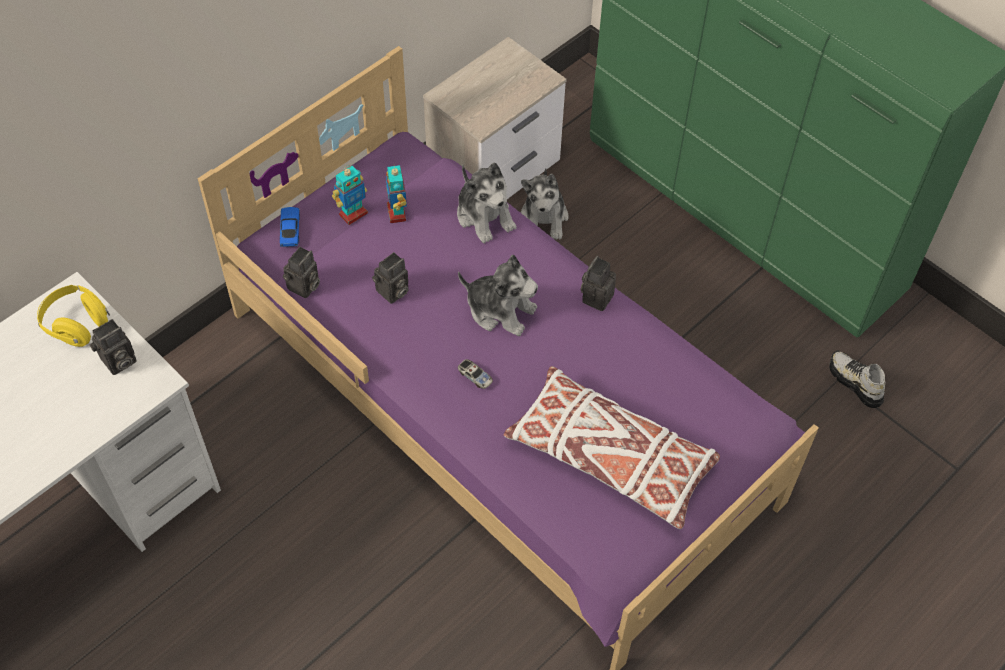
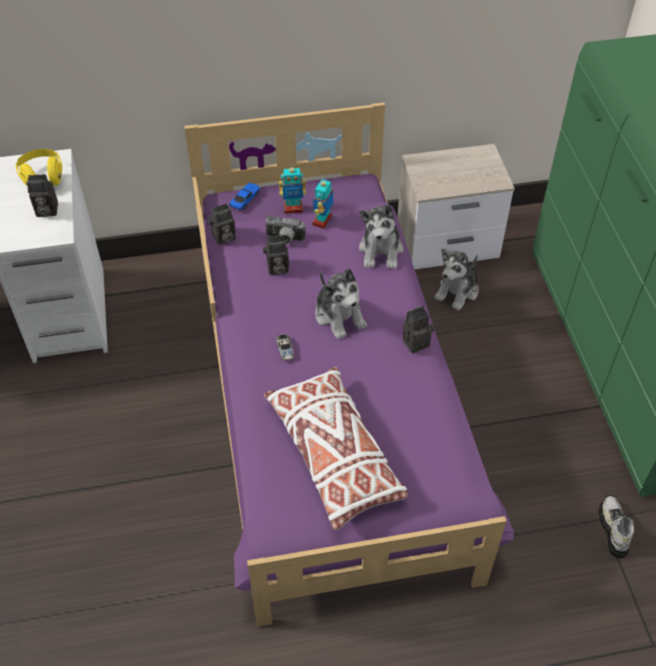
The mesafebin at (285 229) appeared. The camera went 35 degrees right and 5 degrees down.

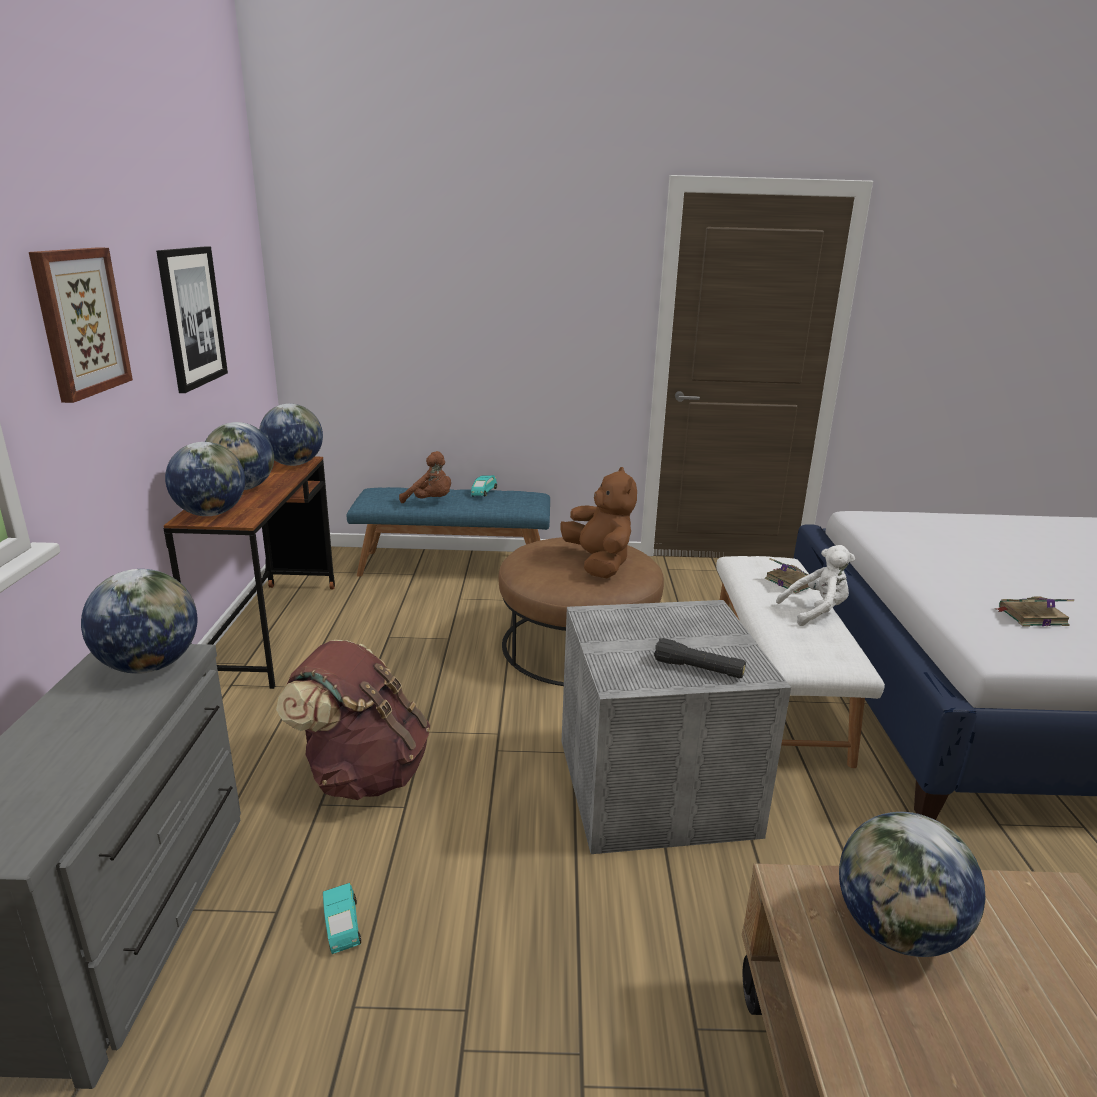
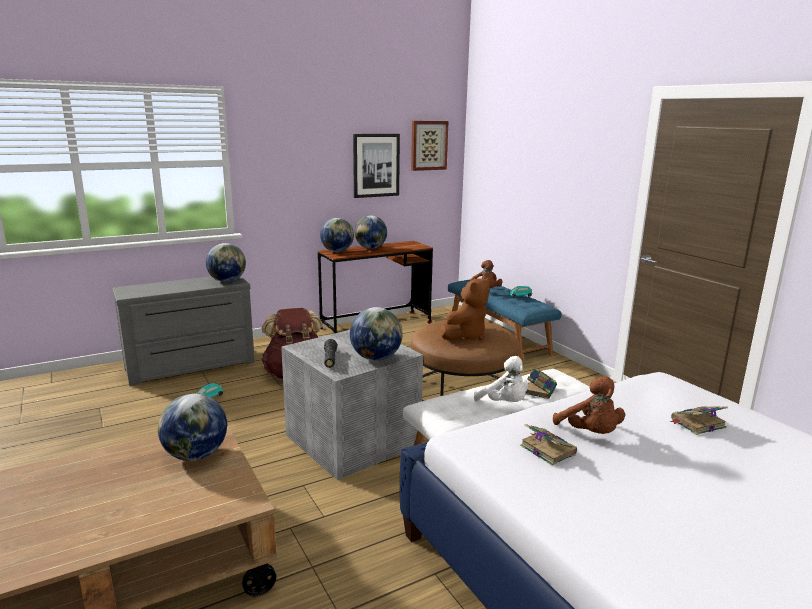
The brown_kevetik at (589 405) appeared. The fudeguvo at (699 420) appeared. The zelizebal moved from (81 325) to (429 146). The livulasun moved from (291 435) to (376 334). The camera went 60 degrees right and 5 degrees down.

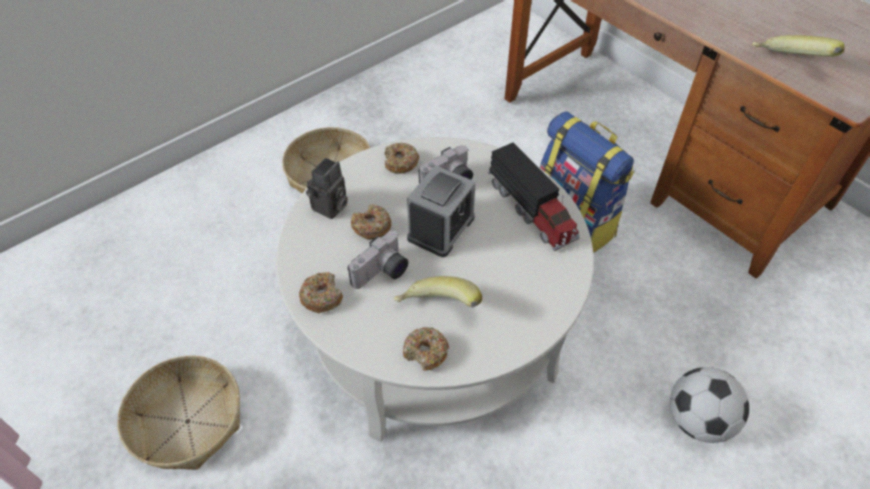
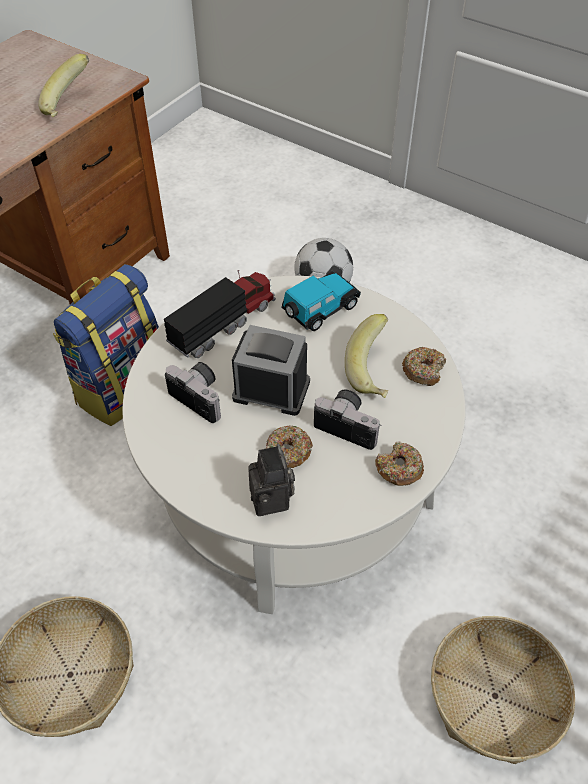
The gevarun at (402 158) disappeared. The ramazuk at (321 301) appeared. The mesafebin at (327 188) turned 60 degrees clockwise. The camera went 105 degrees left and 0 degrees up.

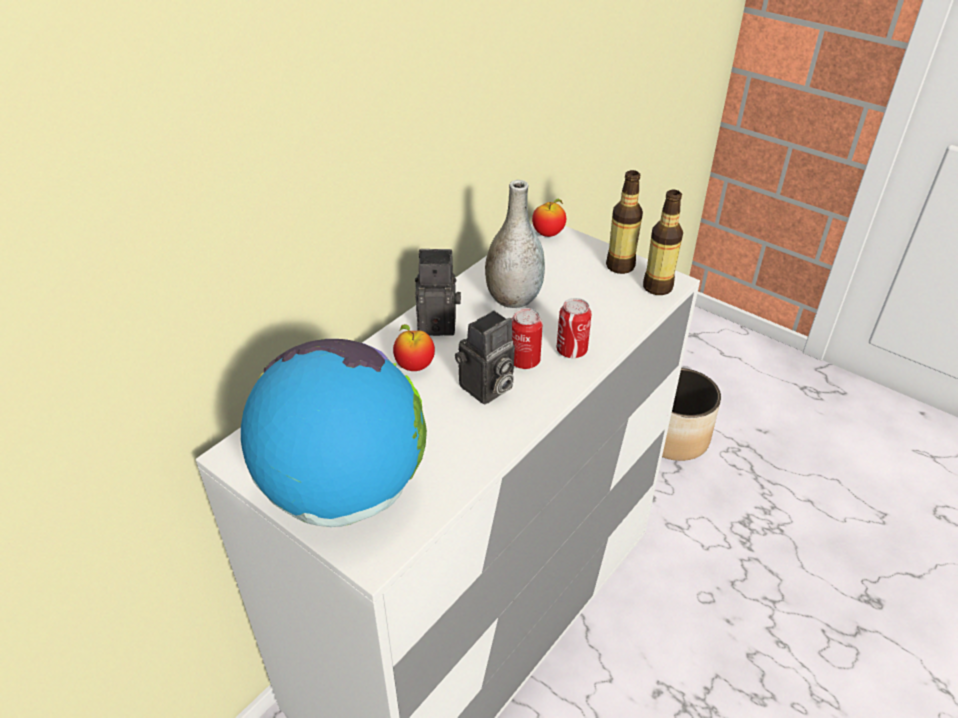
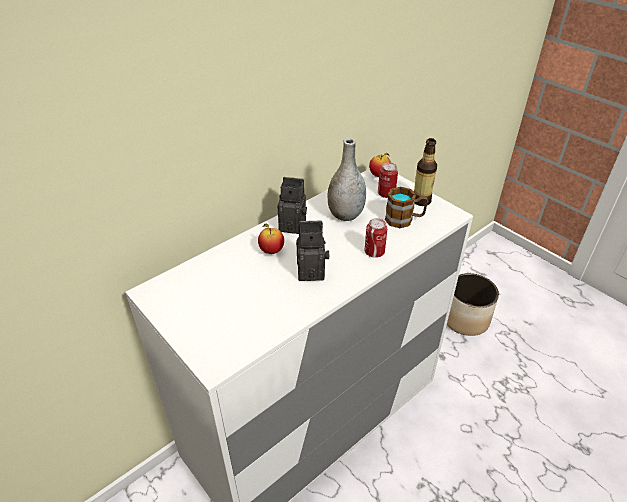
The livulasun at (333 433) disappeared. The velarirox at (663 242) disappeared. The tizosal at (406 207) appeared. The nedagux moved from (527 338) to (388 180). The mesafebin at (485 357) turned 150 degrees counterclockwise. The camera went 10 degrees right and 0 degrees up.

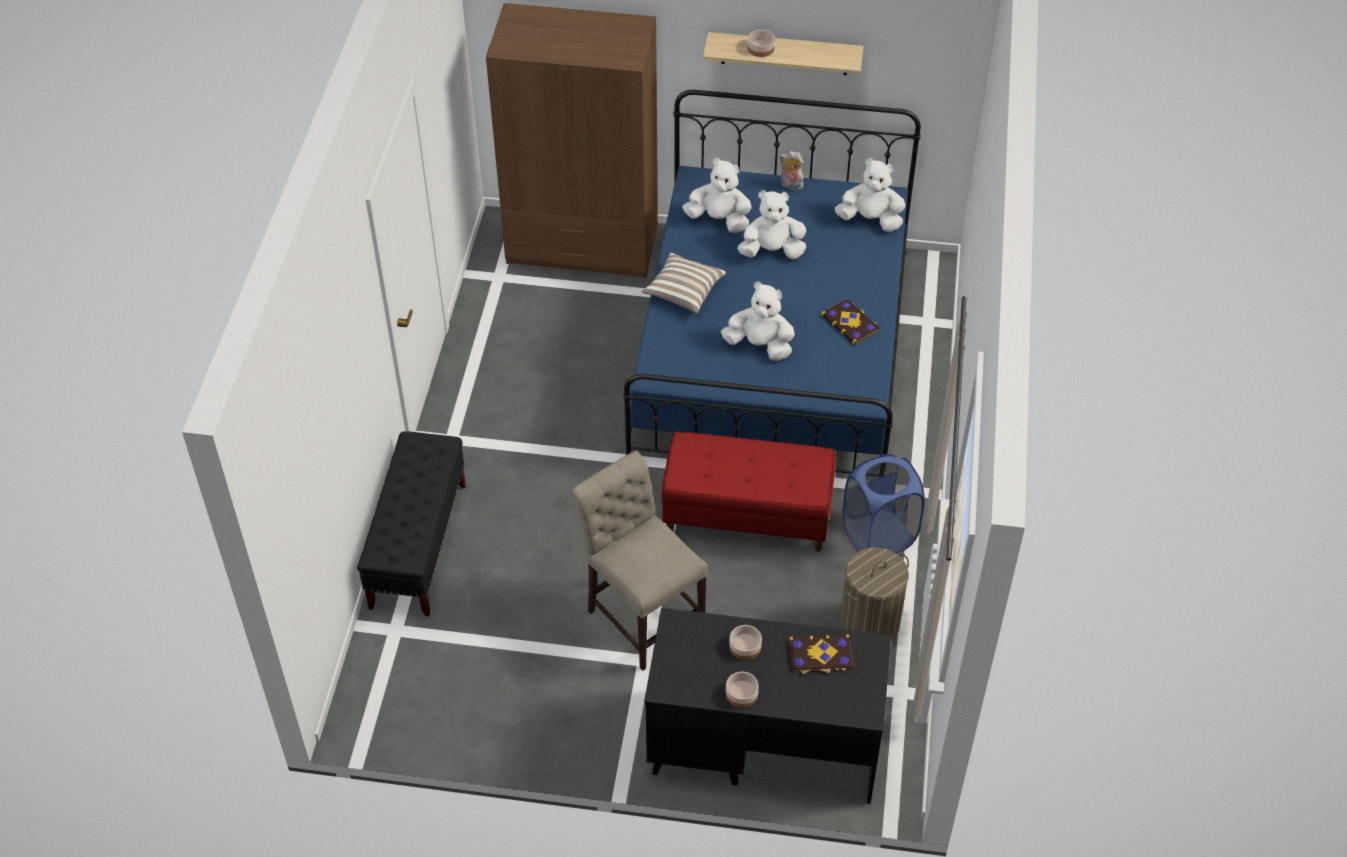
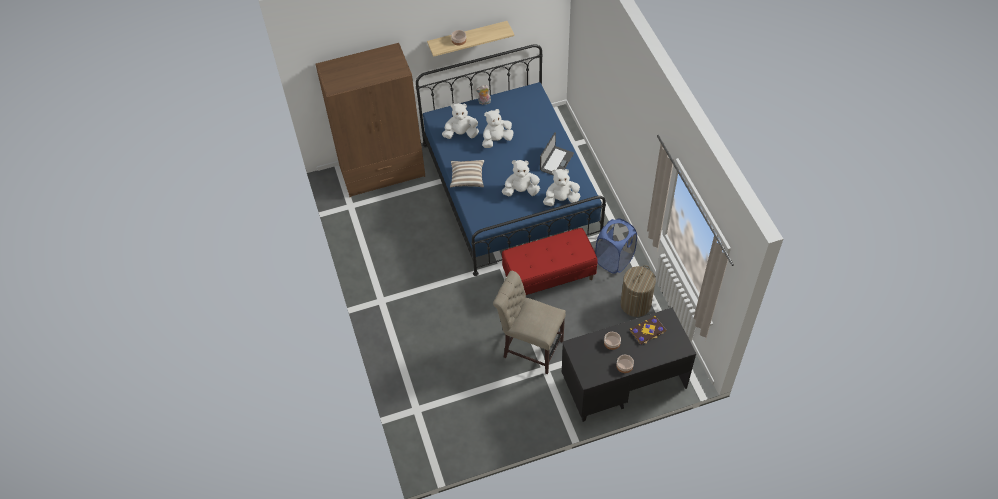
The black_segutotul at (411 523) disappeared. The white_kevetik moved from (870 195) to (561 187). The fudeguvo at (850 321) was replaced by the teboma at (557 154). The camera went 25 degrees left and 5 degrees up.

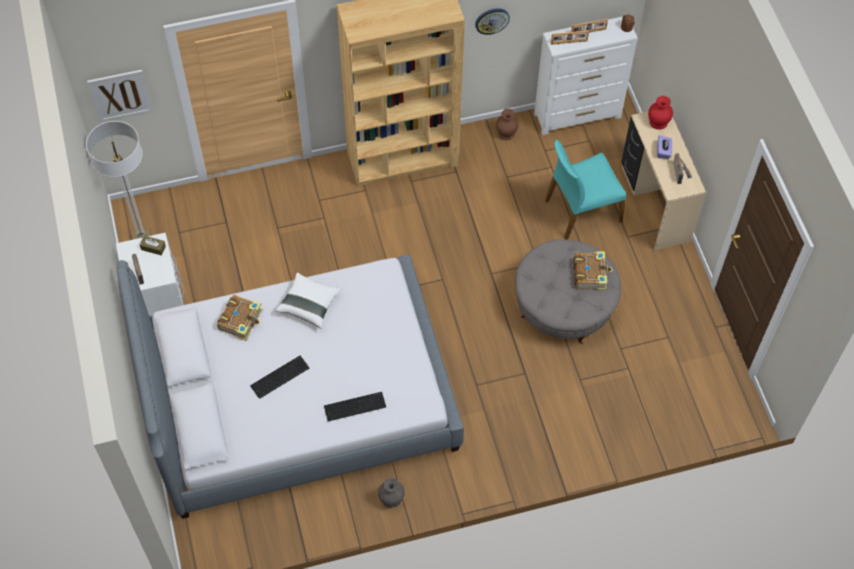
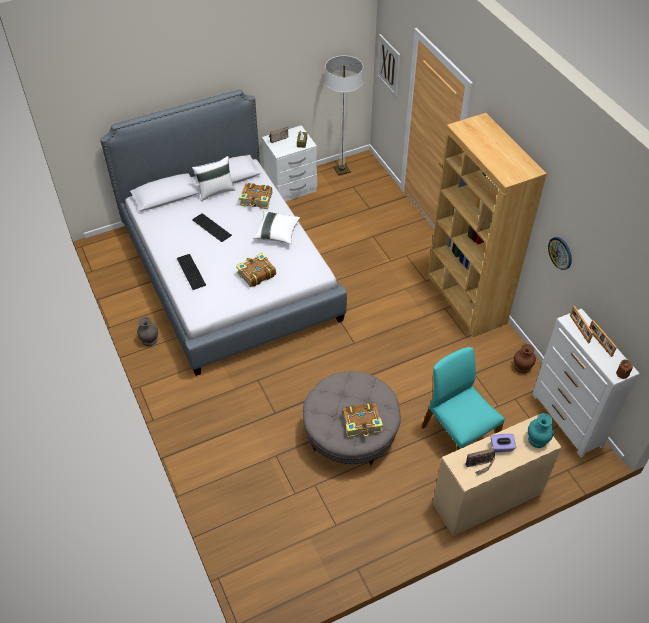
The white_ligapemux at (213 179) appeared. The fudeguvo at (256 270) appeared. The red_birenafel at (660 113) became the turquoise_birenafel at (541 430). The camera went 80 degrees right and 10 degrees down.

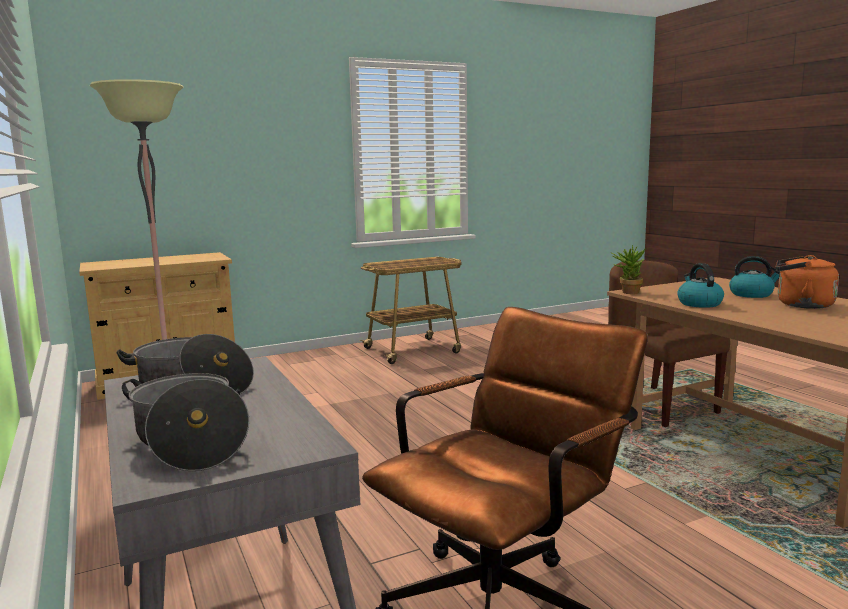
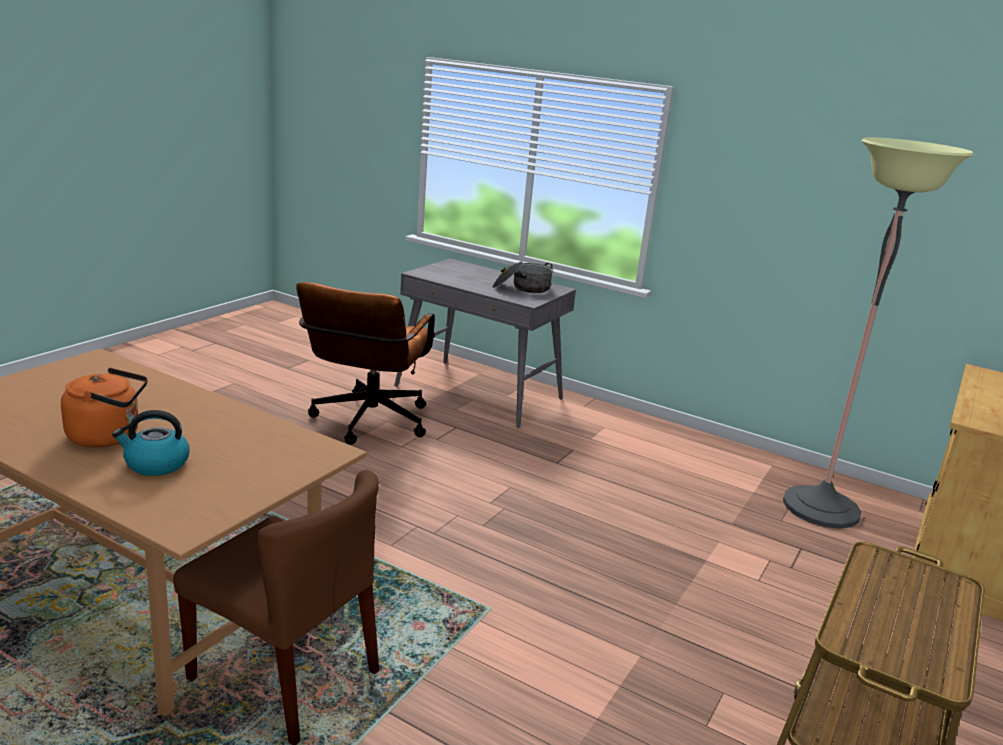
The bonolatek at (185 422) disappeared. The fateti at (629 269) disappeared. The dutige at (700 285) disappeared. The camera went 145 degrees right and 10 degrees up.

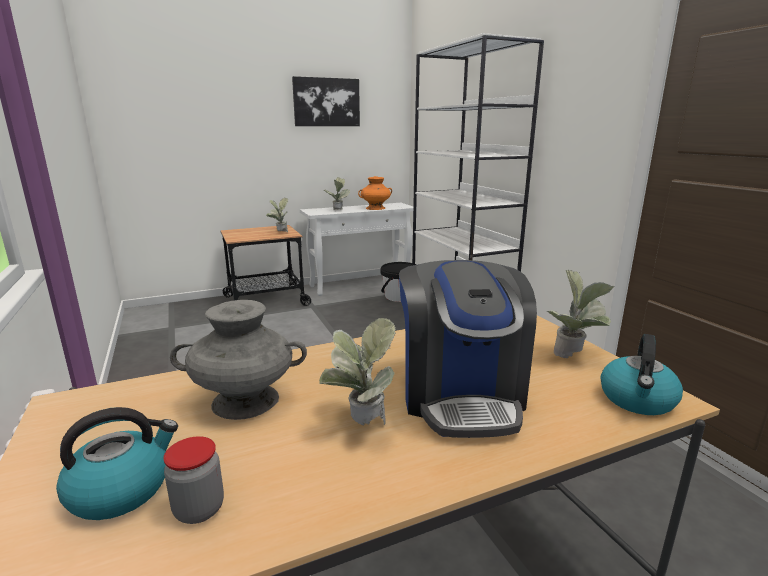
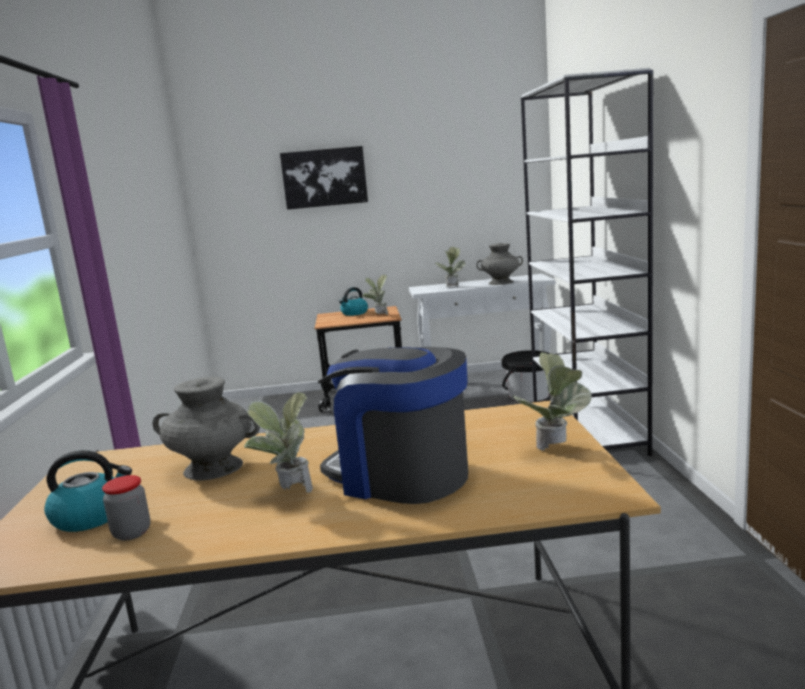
The zelizebal moved from (326 101) to (324 178). The dutige moved from (641 374) to (353 301). The orange_birenafel at (375 193) became the grey_birenafel at (499 264). The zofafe at (468 349) turned 105 degrees clockwise. The camera went 20 degrees right and 5 degrees down.

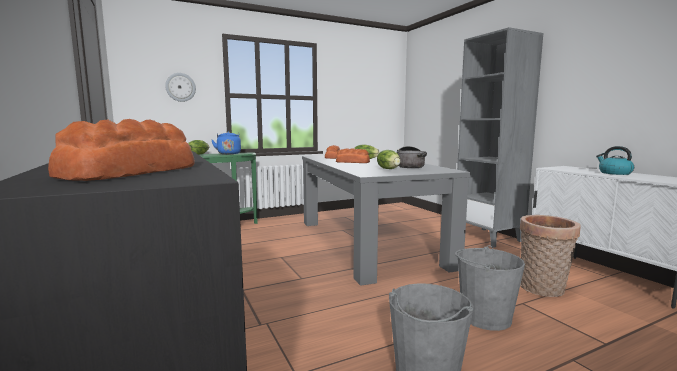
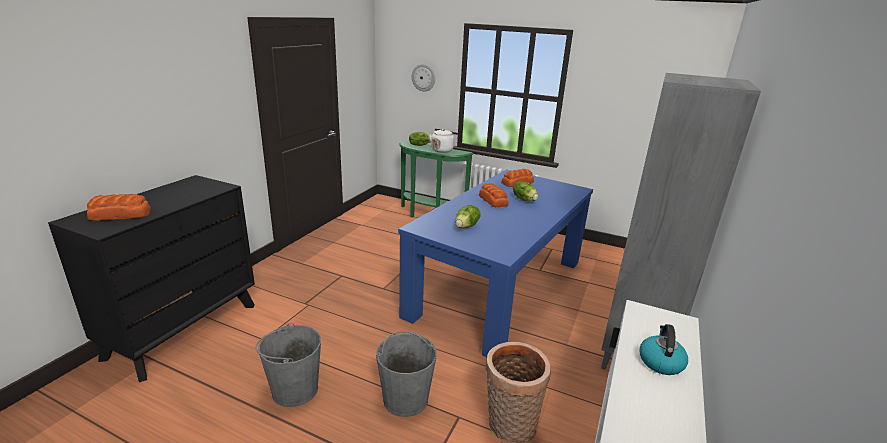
The bonolatek at (412 157) disappeared. The blue_dutige at (226 142) became the white_dutige at (443 141). The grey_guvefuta at (386 220) became the blue_guvefuta at (495 263). The camera went 50 degrees right and 15 degrees up.

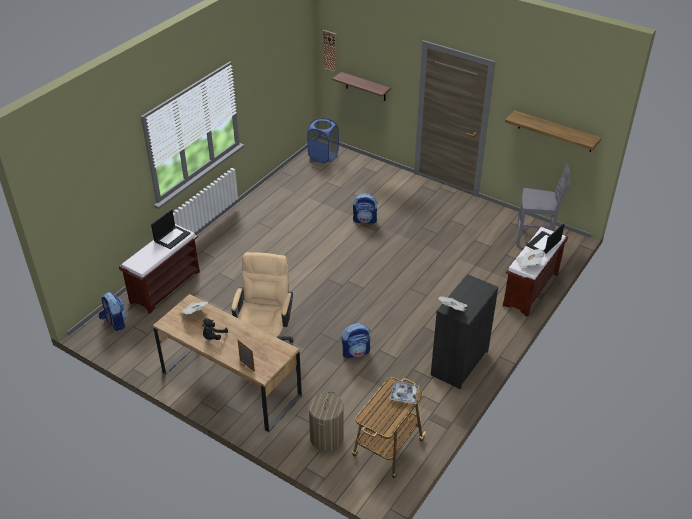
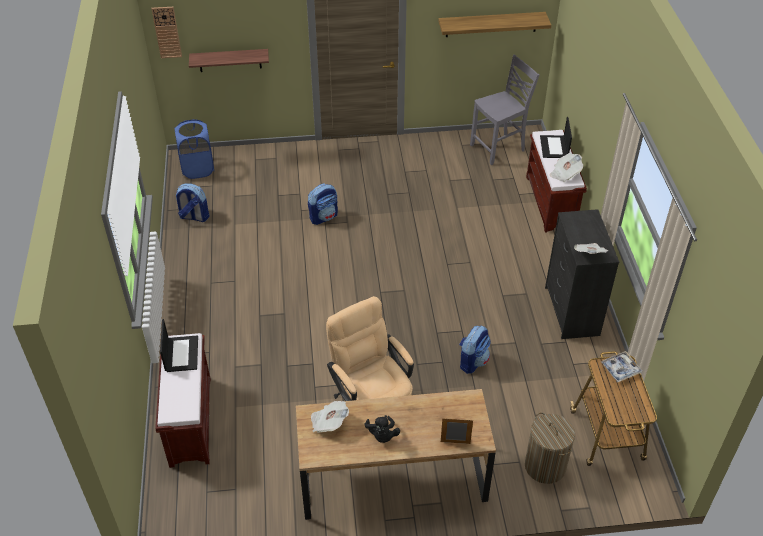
The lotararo moved from (113 311) to (192 202). The camera went 40 degrees left and 5 degrees up.

